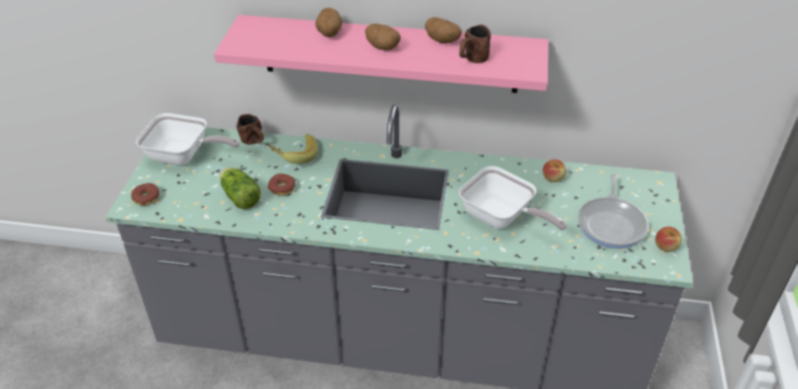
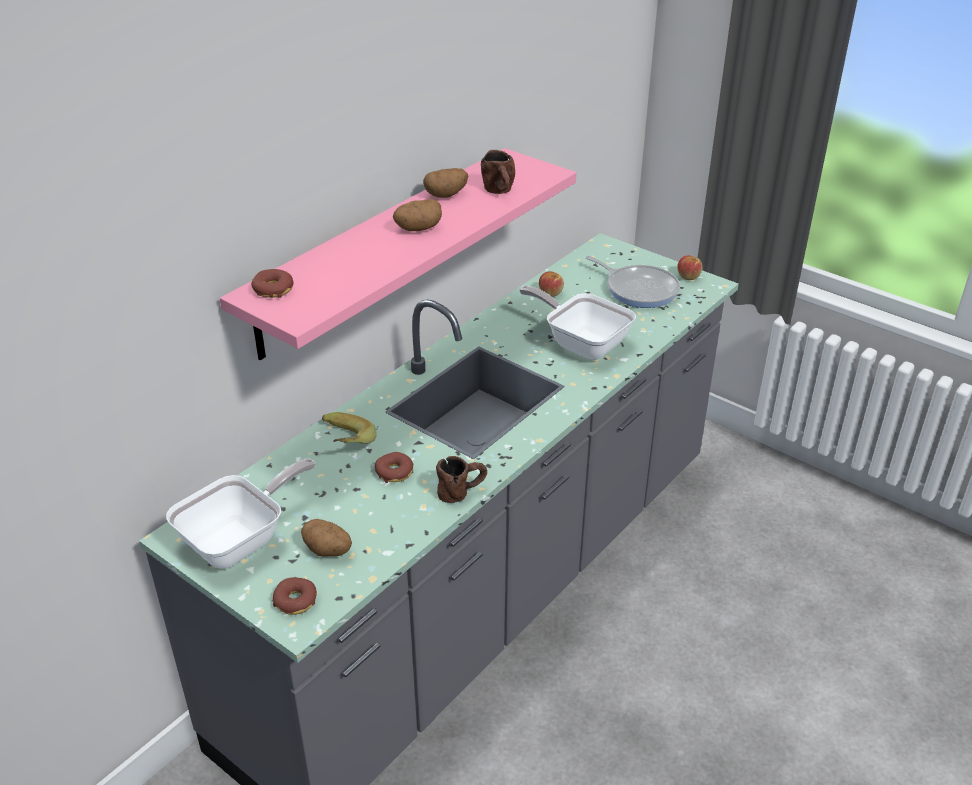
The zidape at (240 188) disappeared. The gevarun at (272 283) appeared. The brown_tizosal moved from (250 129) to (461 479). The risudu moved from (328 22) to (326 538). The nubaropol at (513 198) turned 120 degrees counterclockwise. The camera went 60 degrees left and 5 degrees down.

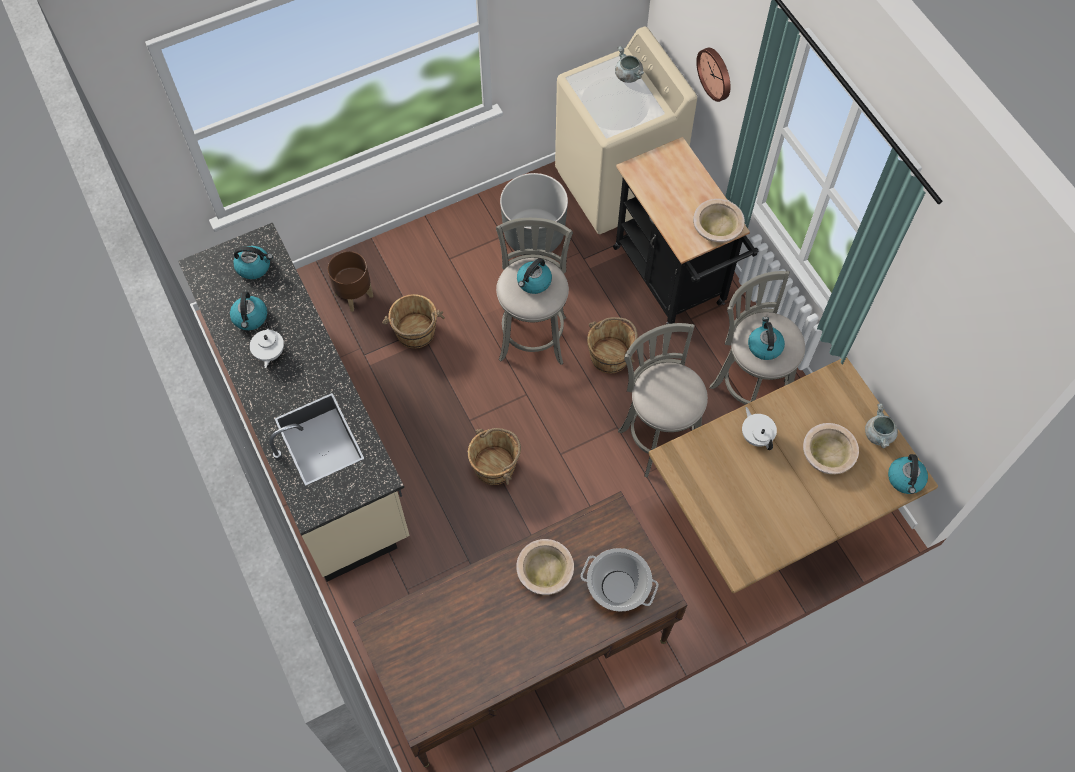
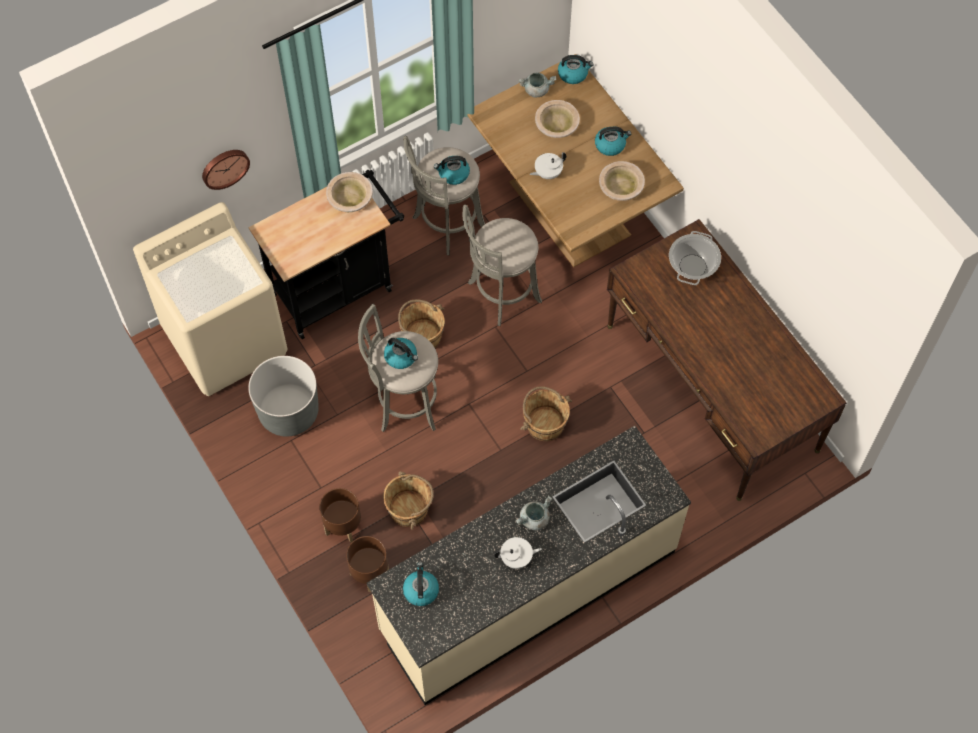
The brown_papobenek at (340 515) appeared. The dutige moved from (248 311) to (613 141). The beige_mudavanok moved from (545 567) to (622 181). The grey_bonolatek moved from (629 64) to (533 513). The camera went 95 degrees left and 0 degrees up.

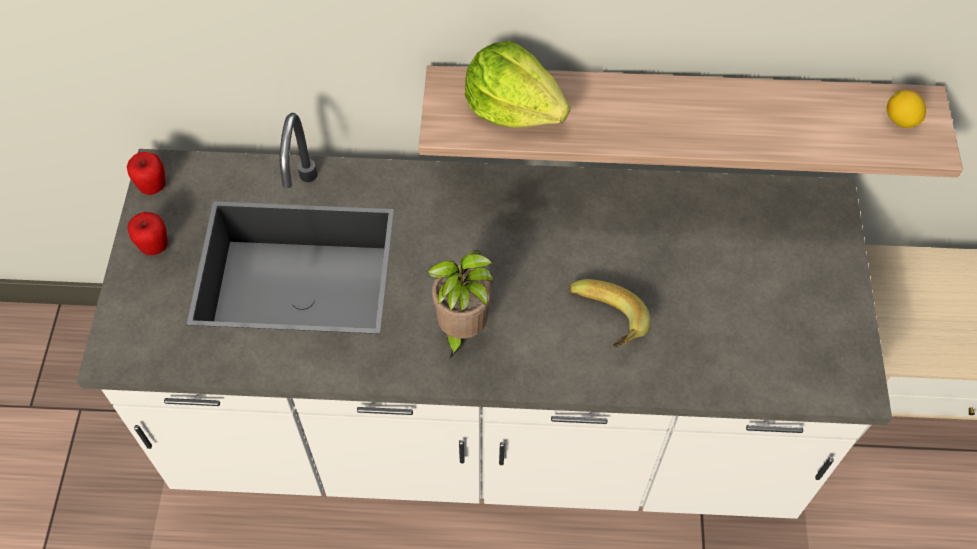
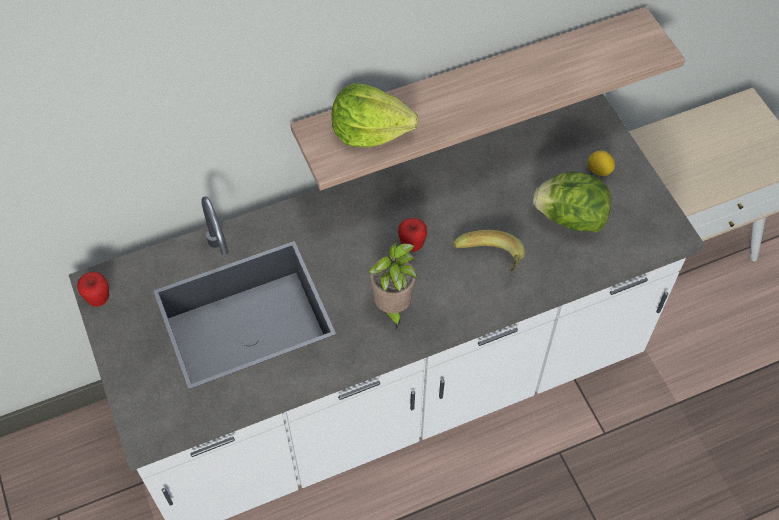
The zidape at (572 202) appeared. The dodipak moved from (148 233) to (412 235). The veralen moved from (906 109) to (601 163). The camera went 25 degrees left and 0 degrees up.

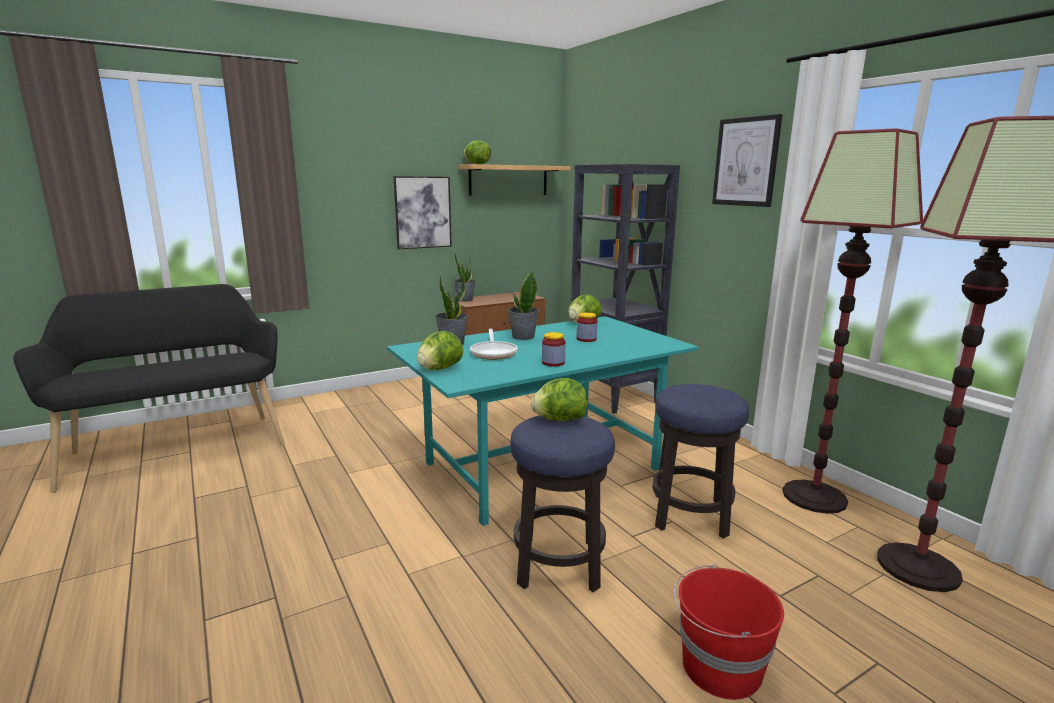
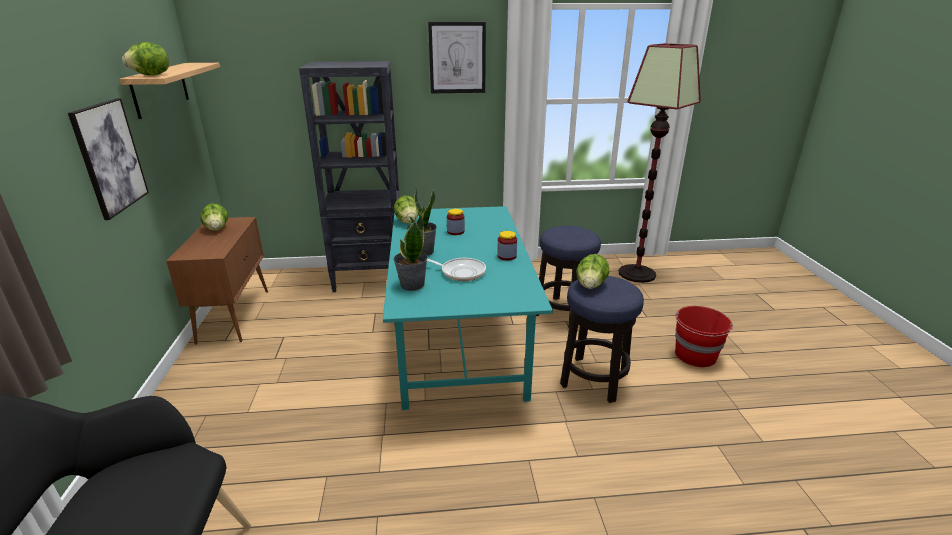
The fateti at (464 277) disappeared. The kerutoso at (853 321) disappeared. The zidape moved from (440 350) to (214 217). The camera went 65 degrees left and 10 degrees up.

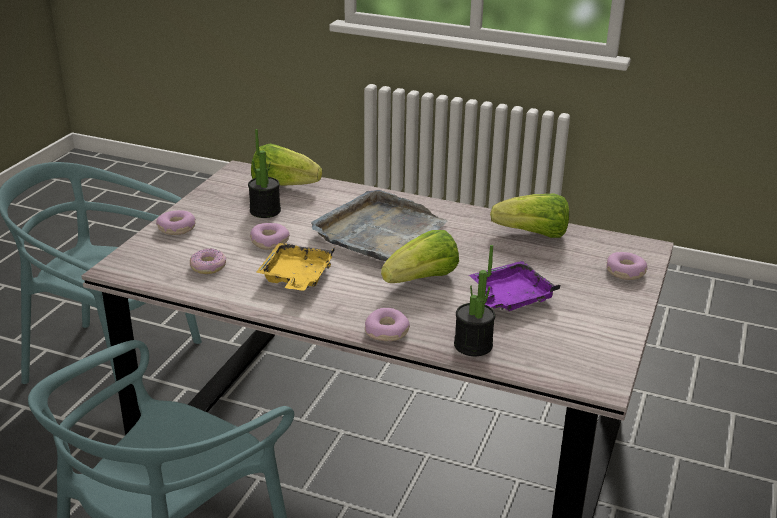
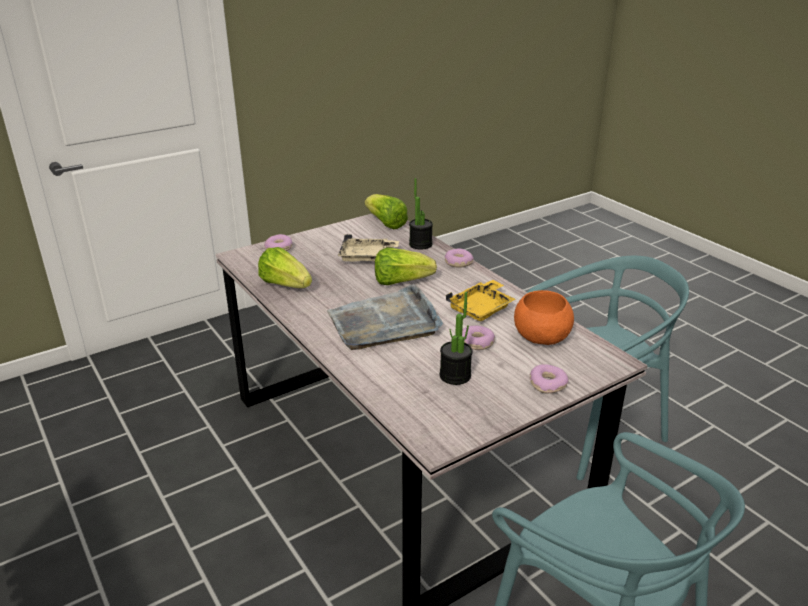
The zidape moved from (286 165) to (386 211). The gevarun at (208 261) was replaced by the orange_mudavanok at (544 317). The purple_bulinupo at (514 286) became the beige_bulinupo at (368 248). The camera went 145 degrees left and 0 degrees up.

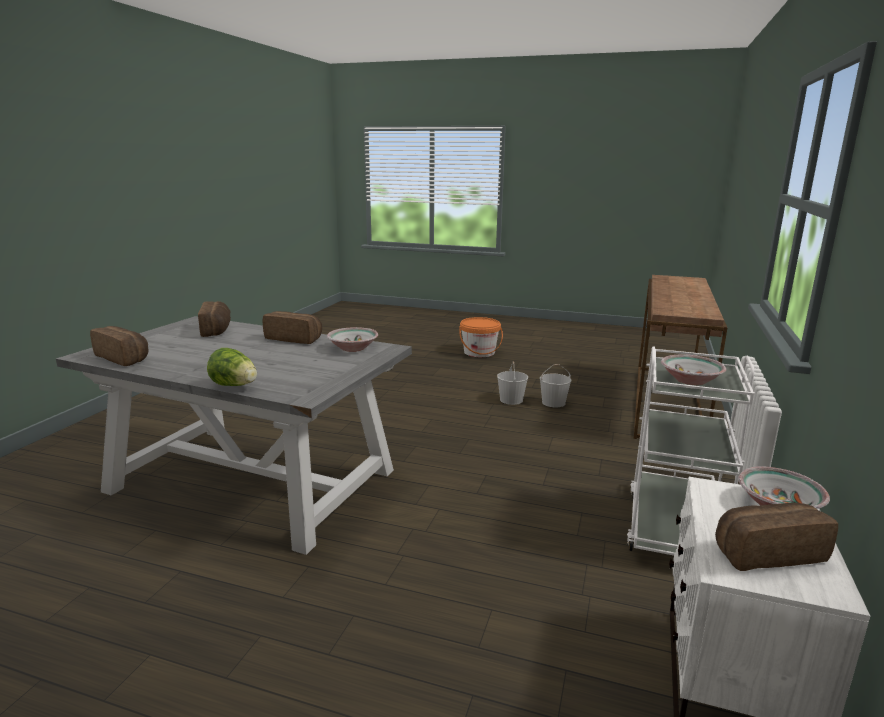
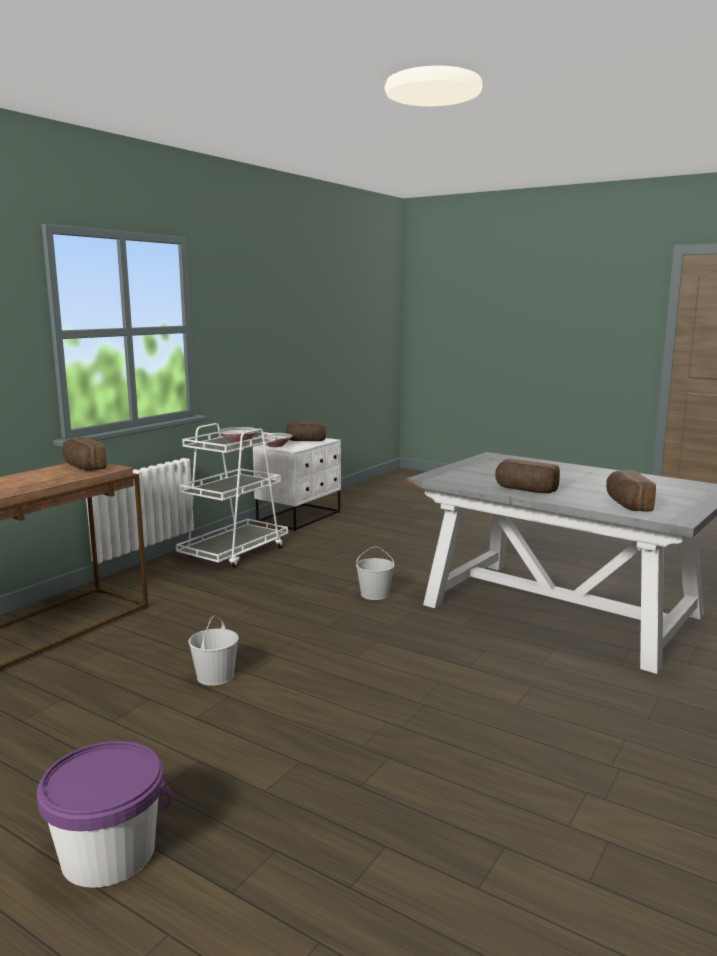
The zidape at (232 367) disappeared. The mudavanok at (352 339) disappeared. The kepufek moved from (119 346) to (84 454). The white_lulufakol moved from (555 385) to (375 573). The orange_lulufakol at (481 337) became the purple_lulufakol at (105 814). The camera went 165 degrees left and 5 degrees down.

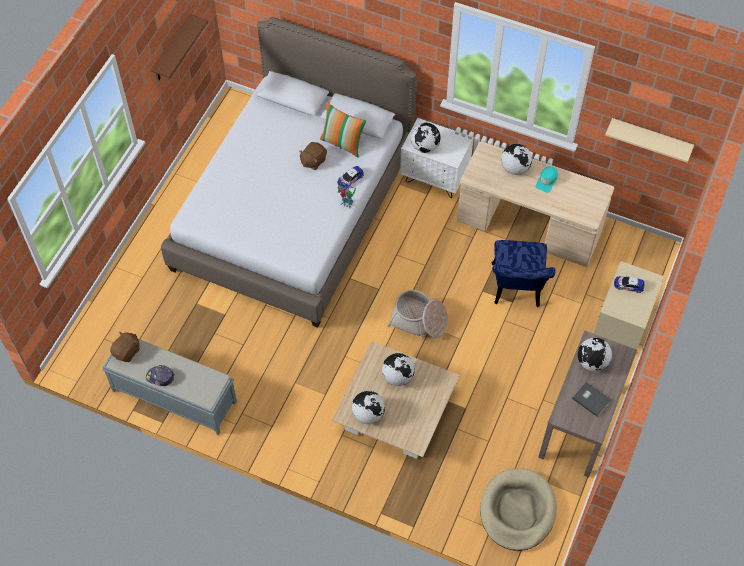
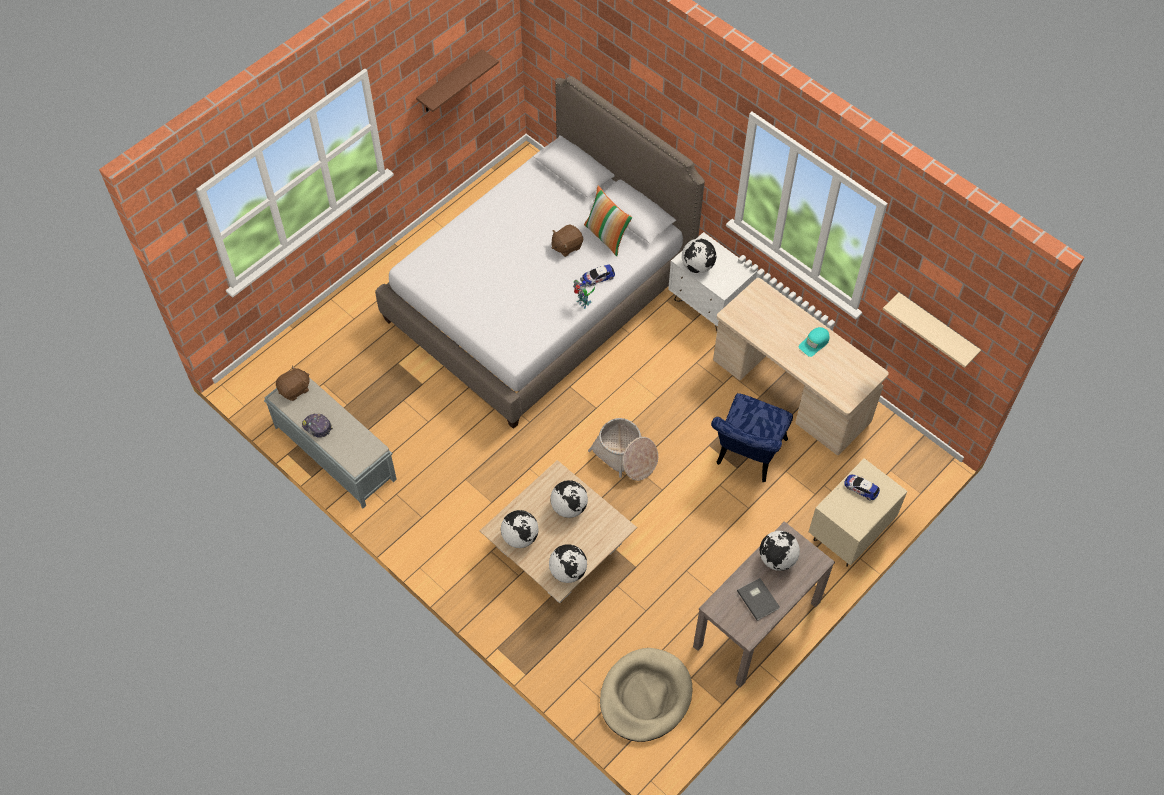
The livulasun moved from (516 159) to (568 563). The camera went 20 degrees right and 0 degrees up.

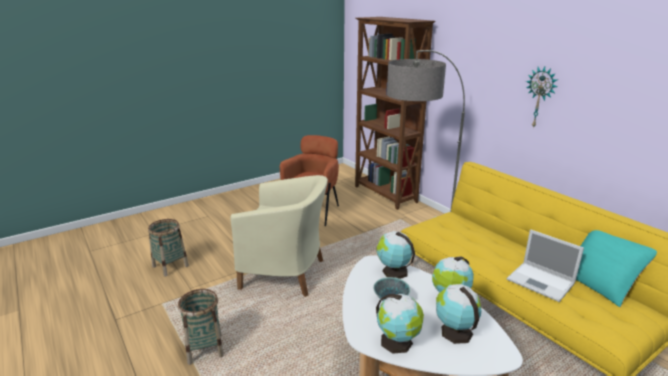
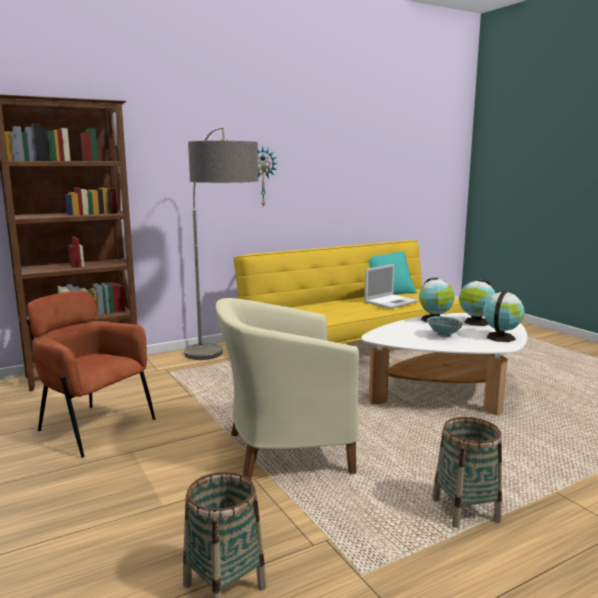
The livulasun at (396 255) disappeared. The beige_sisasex at (279 236) turned 120 degrees counterclockwise. The camera went 85 degrees left and 10 degrees down.

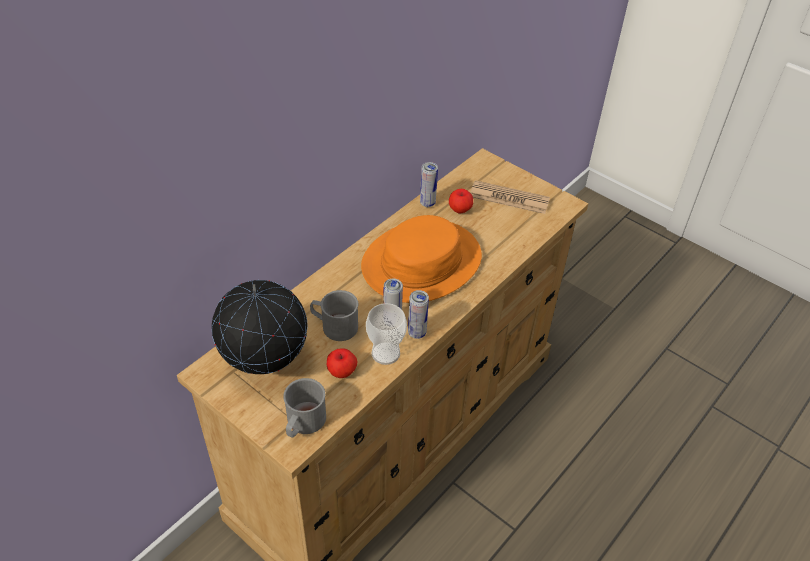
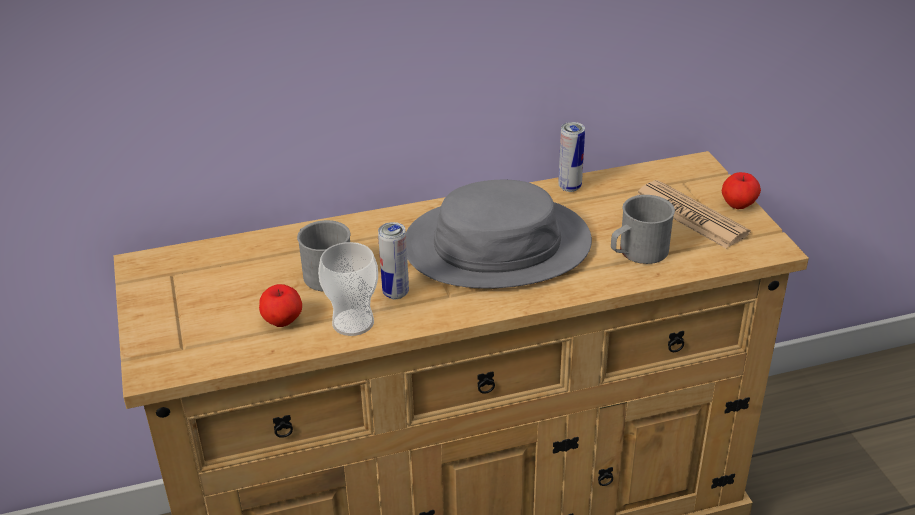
The livulasun at (260 327) disappeared. The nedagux at (418 314) disappeared. The grey_tizosal moved from (304 408) to (643 229). The dodipak moved from (461 201) to (741 190). The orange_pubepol at (421 259) became the grey_pubepol at (499 234). The camera went 35 degrees right and 10 degrees down.

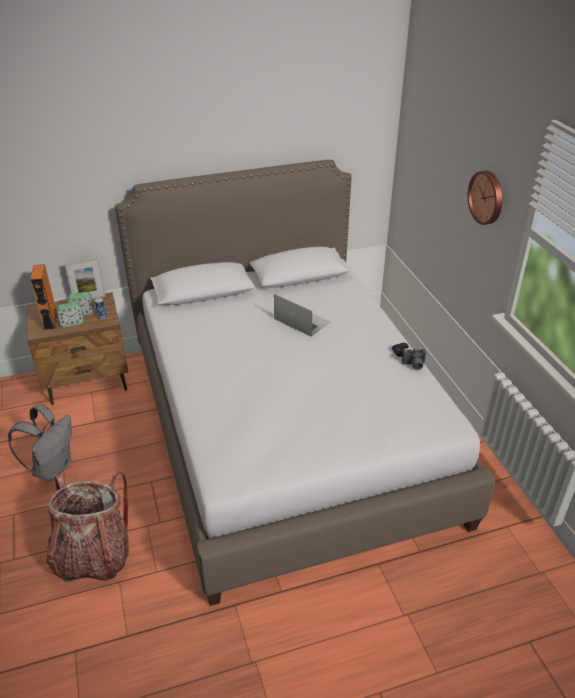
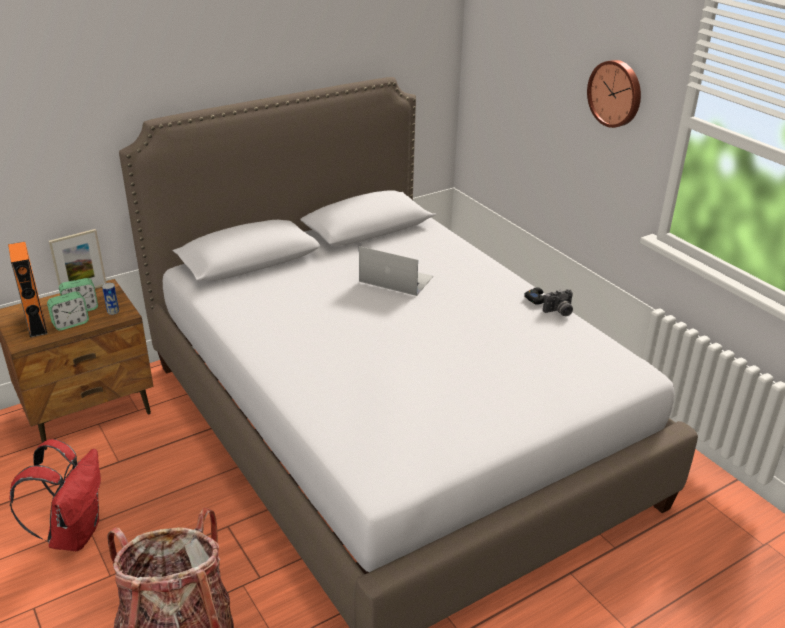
The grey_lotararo at (40 442) became the red_lotararo at (55 495). The camera went 15 degrees left and 5 degrees down.

